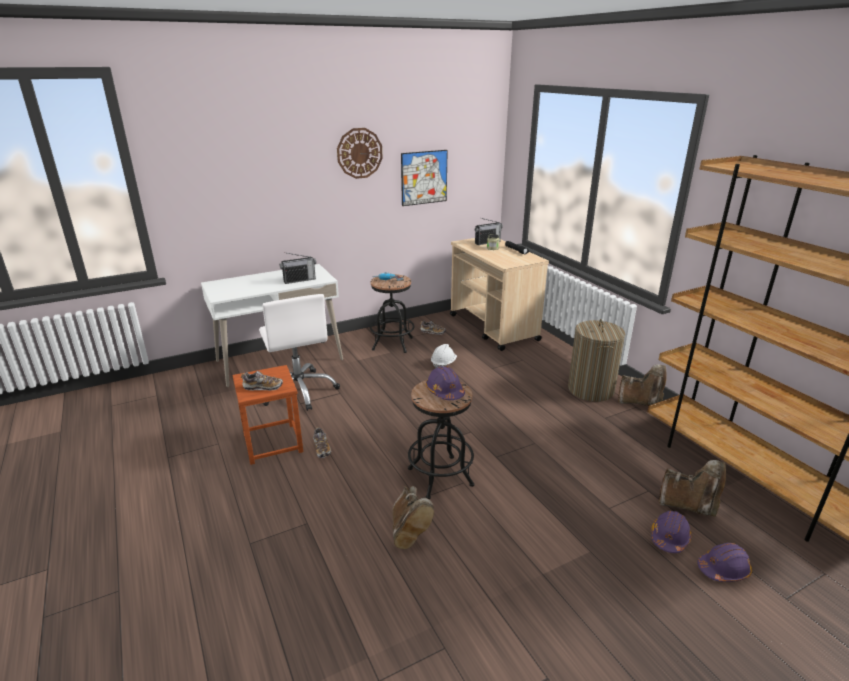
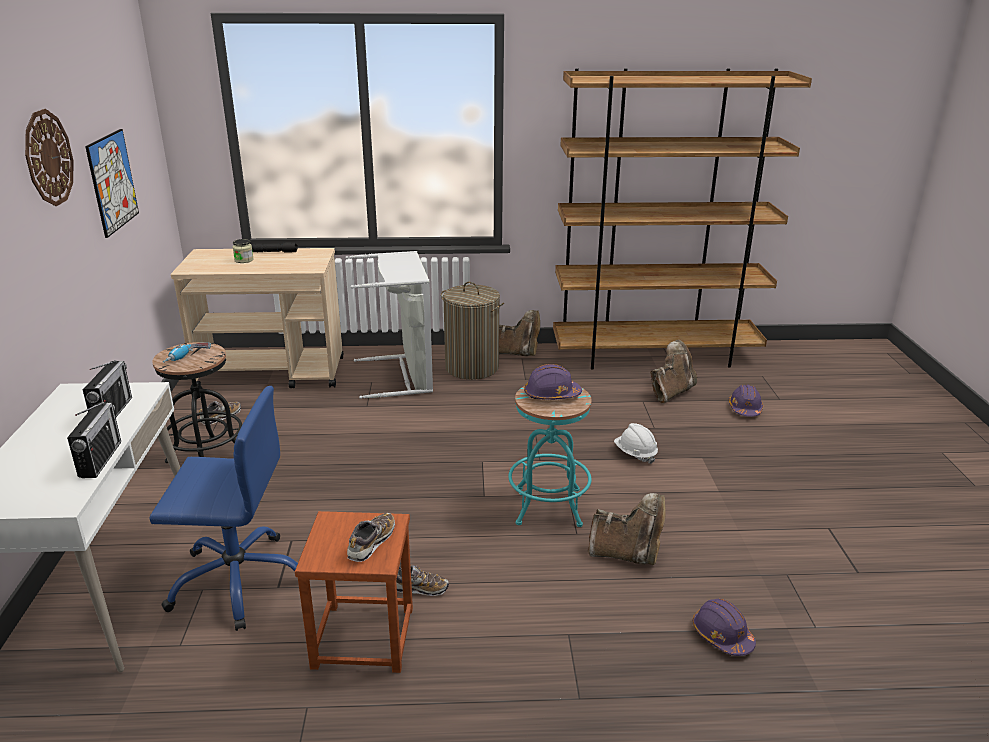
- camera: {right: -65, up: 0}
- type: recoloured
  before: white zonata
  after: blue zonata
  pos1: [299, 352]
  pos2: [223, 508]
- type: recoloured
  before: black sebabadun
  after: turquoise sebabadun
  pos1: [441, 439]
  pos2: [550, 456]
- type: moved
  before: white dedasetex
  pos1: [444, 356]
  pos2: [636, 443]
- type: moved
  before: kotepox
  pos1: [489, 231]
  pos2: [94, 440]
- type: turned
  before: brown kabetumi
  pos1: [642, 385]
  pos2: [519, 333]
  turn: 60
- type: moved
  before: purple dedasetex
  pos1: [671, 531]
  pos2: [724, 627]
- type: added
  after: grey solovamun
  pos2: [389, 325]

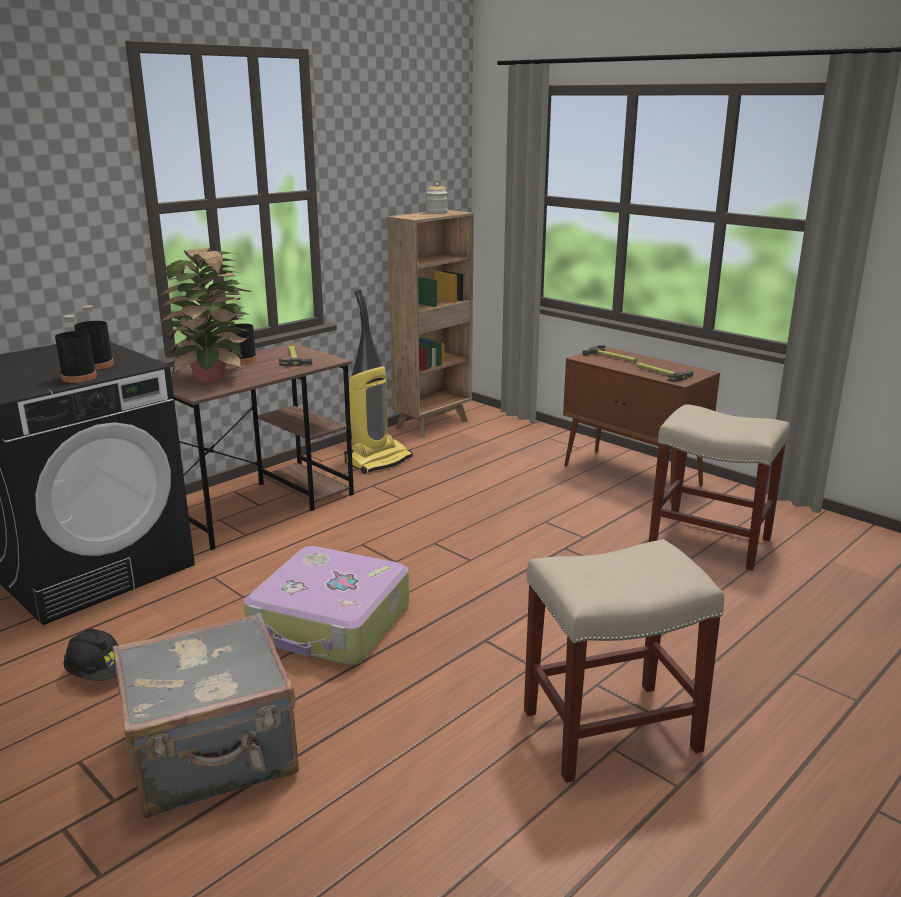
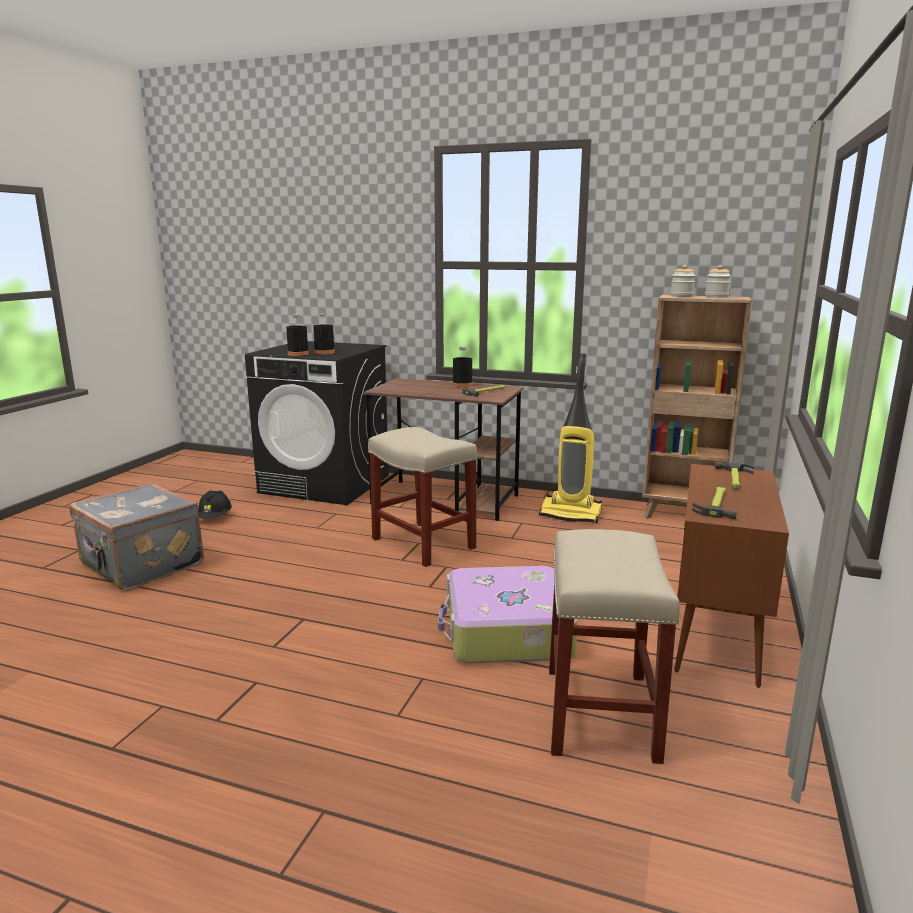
- camera: {right: 65, up: -5}
- type: removed
  before: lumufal
  pos1: [204, 315]
- type: moved
  before: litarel
  pos1: [326, 605]
  pos2: [508, 614]
- type: moved
  before: beige sebabadun
  pos1: [624, 661]
  pos2: [422, 497]
- type: added
  after: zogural
  pos2: [683, 281]

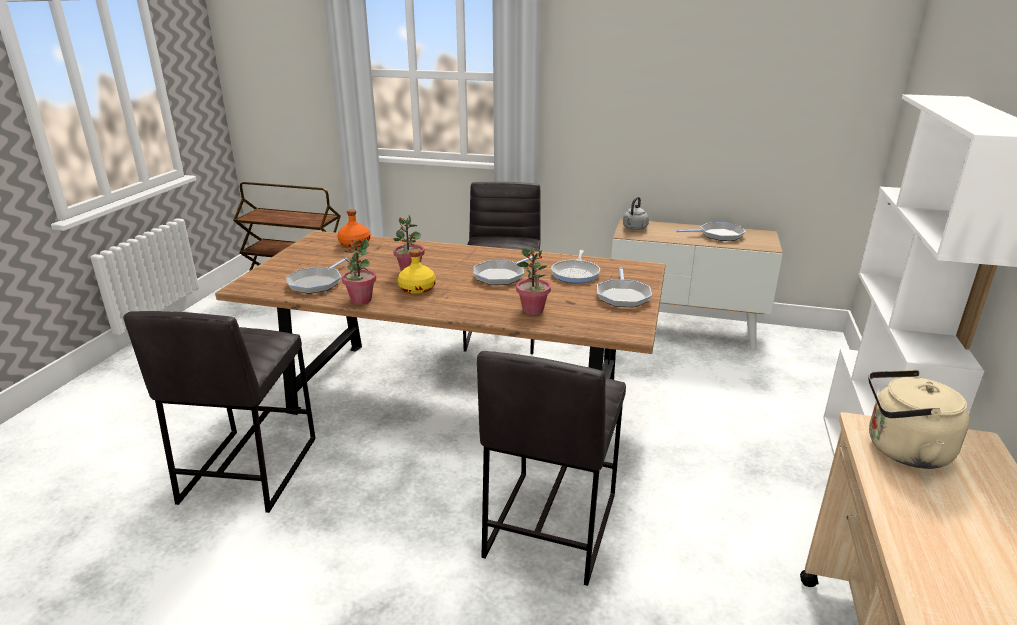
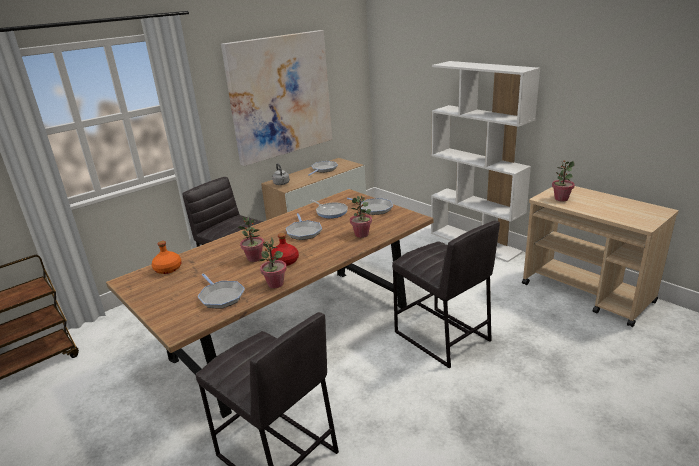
- camera: {right: -55, up: 0}
- type: recoloured
  before: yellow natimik
  after: red natimik
  pos1: [417, 271]
  pos2: [284, 249]
- type: replaced
  before: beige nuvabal
  after: lumufal
  pos1: [919, 419]
  pos2: [563, 181]
- type: added
  after: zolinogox
  pos2: [276, 98]

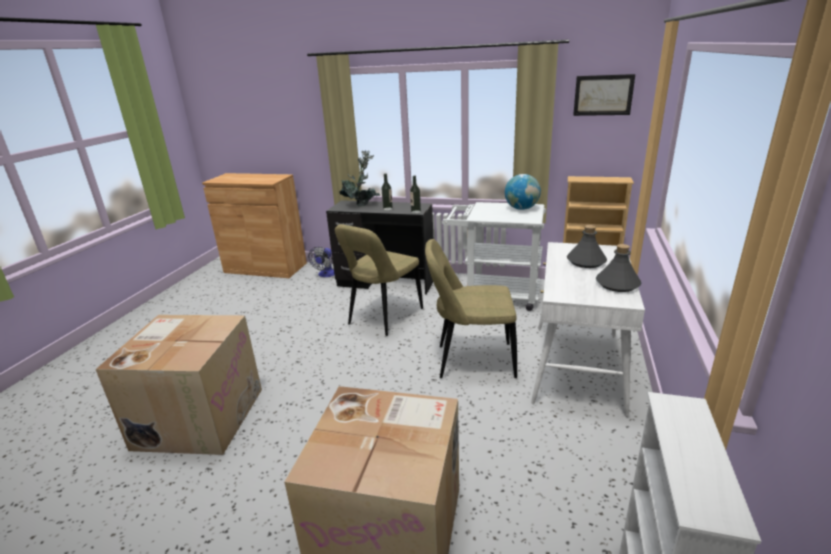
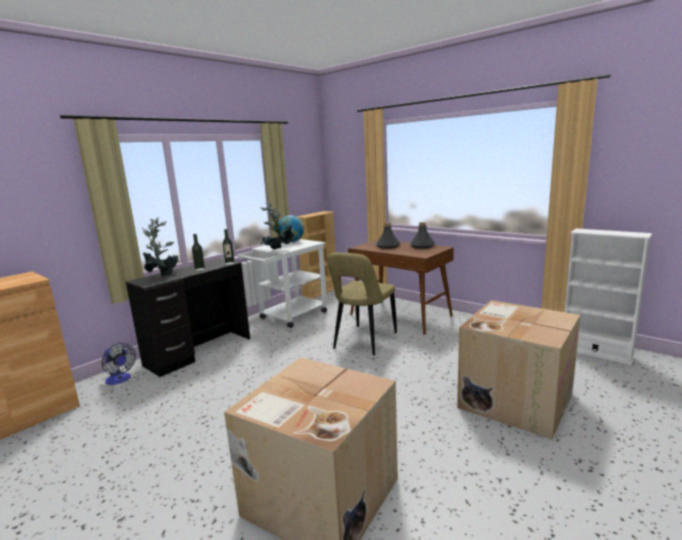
- camera: {right: -65, up: -10}
- type: removed
  before: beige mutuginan
  pos1: [379, 280]
- type: recoloured
  before: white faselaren
  after: brown faselaren
  pos1: [588, 329]
  pos2: [401, 287]
- type: removed
  before: zolinogox
  pos1: [604, 95]
- type: added
  after: lumufal
  pos2: [277, 225]

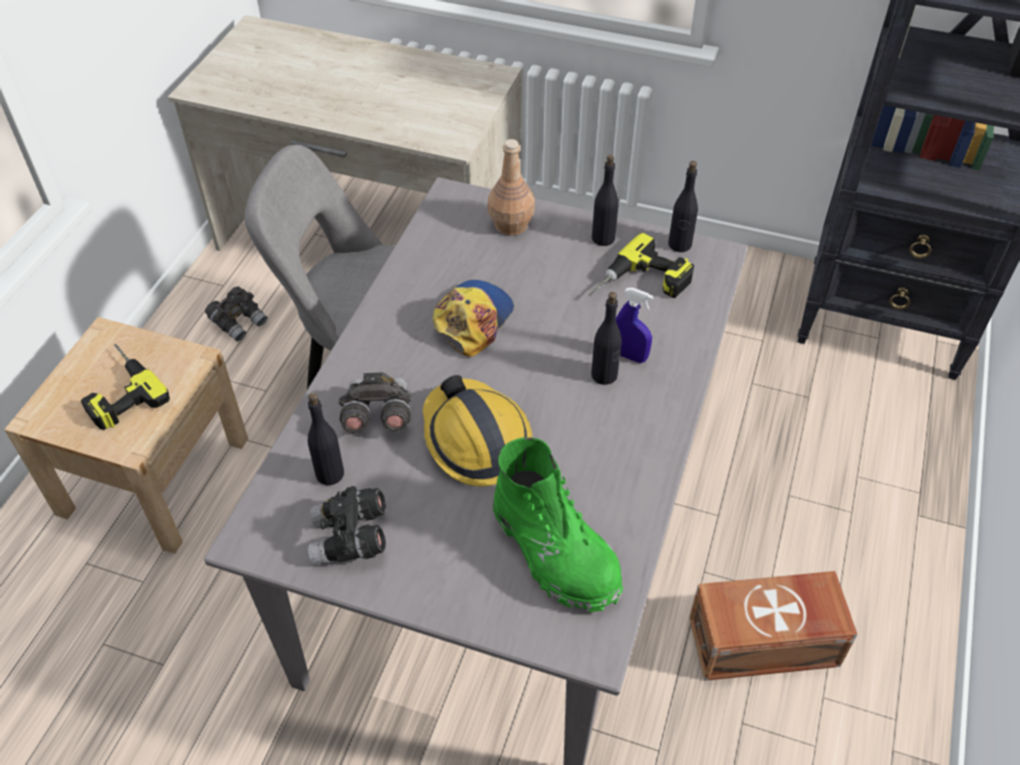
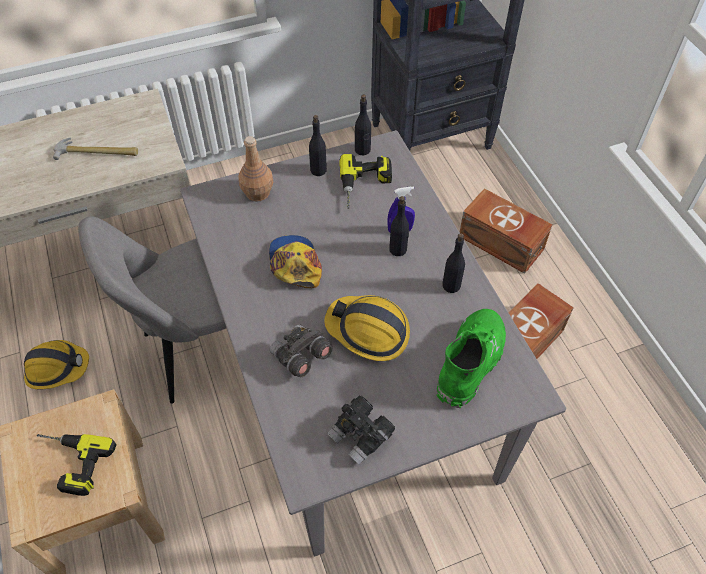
- camera: {right: -40, up: 5}
- type: replaced
  before: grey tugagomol
  after: dedasetex
  pos1: [236, 313]
  pos2: [56, 365]
- type: moved
  before: black natimik
  pos1: [326, 439]
  pos2: [453, 263]
- type: turned
  before: green kabetumi
  pos1: [558, 525]
  pos2: [471, 358]
  turn: -75
- type: added
  after: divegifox
  pos2: [95, 148]
- type: added
  after: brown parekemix
  pos2: [506, 231]

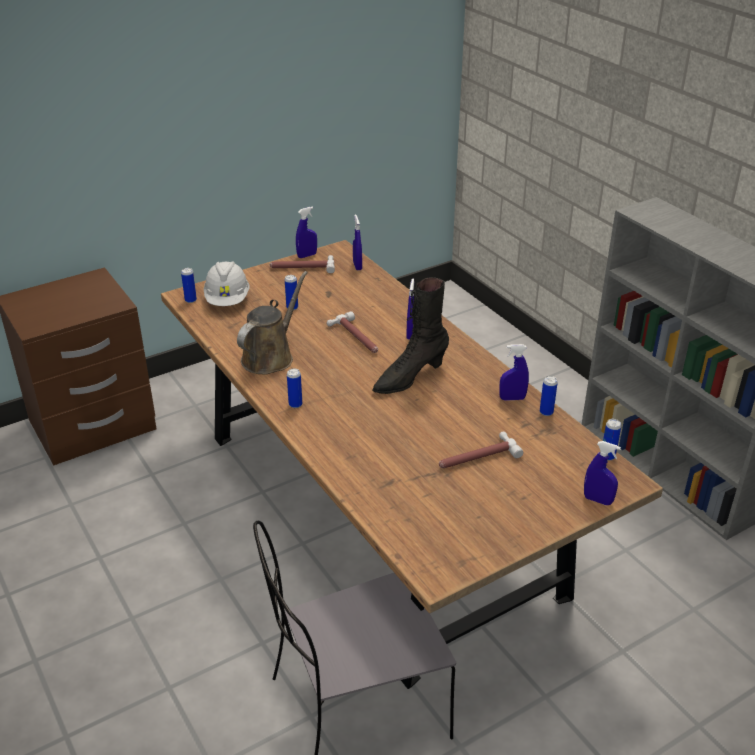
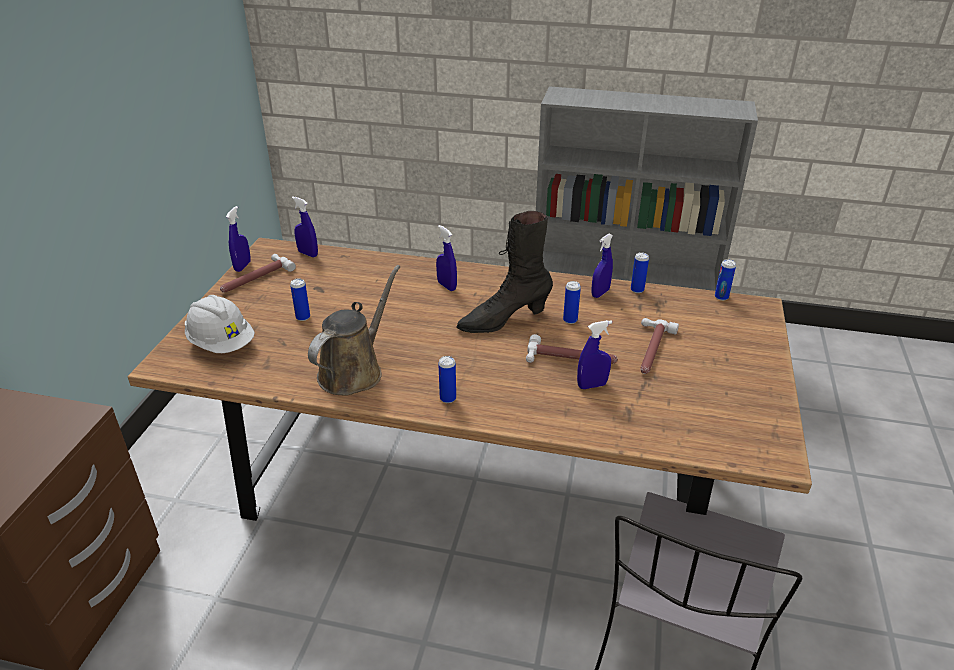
- camera: {right: -45, up: 0}
- type: moved
  before: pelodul
  pos1: [189, 285]
  pos2: [572, 302]
- type: turned
  before: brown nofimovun
  pos1: [272, 323]
  pos2: [354, 330]
  turn: 45
- type: moved
  before: divegifox
  pos1: [352, 332]
  pos2: [572, 349]
- type: turned
  before: black kabetumi
  pos1: [410, 335]
  pos2: [504, 272]
  turn: 60
- type: moved
  before: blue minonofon
  pos1: [602, 473]
  pos2: [594, 354]

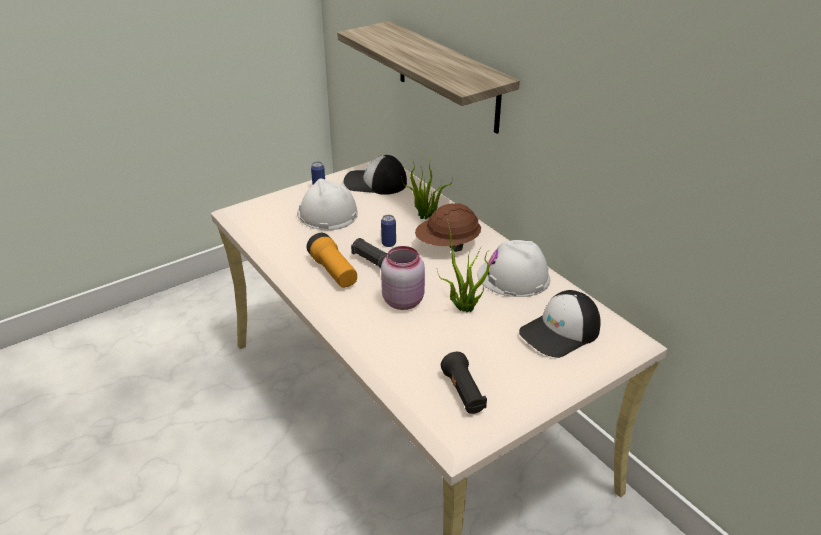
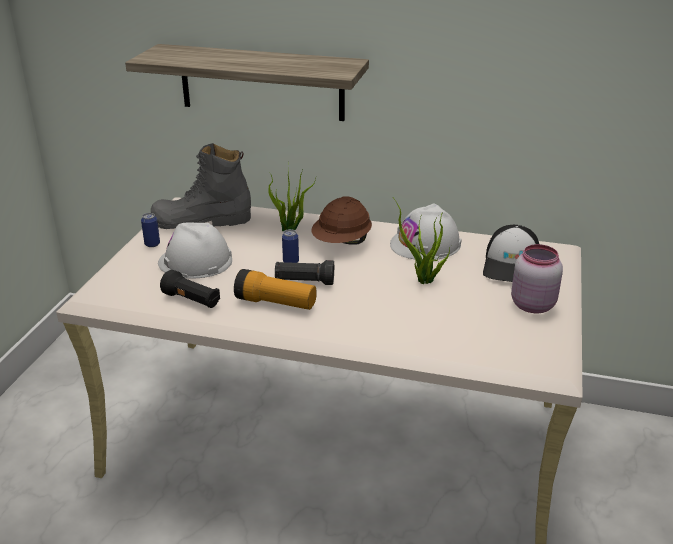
- camera: {right: -40, up: -5}
- type: replaced
  before: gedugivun
  after: grey kabetumi
  pos1: [375, 175]
  pos2: [201, 186]
- type: moved
  before: pink zogural
  pos1: [403, 278]
  pos2: [537, 278]
- type: moved
  before: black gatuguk
  pos1: [464, 383]
  pos2: [190, 289]

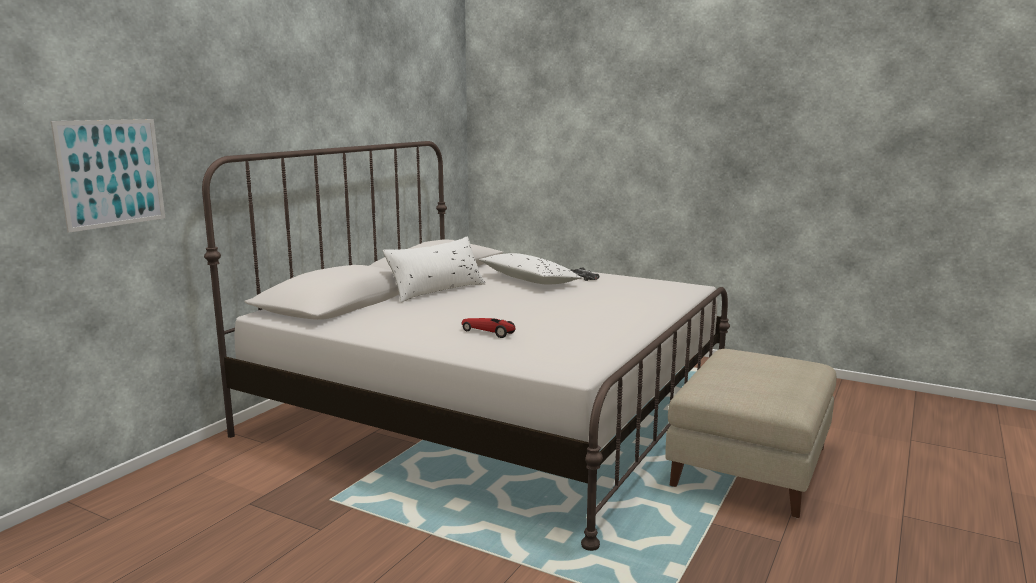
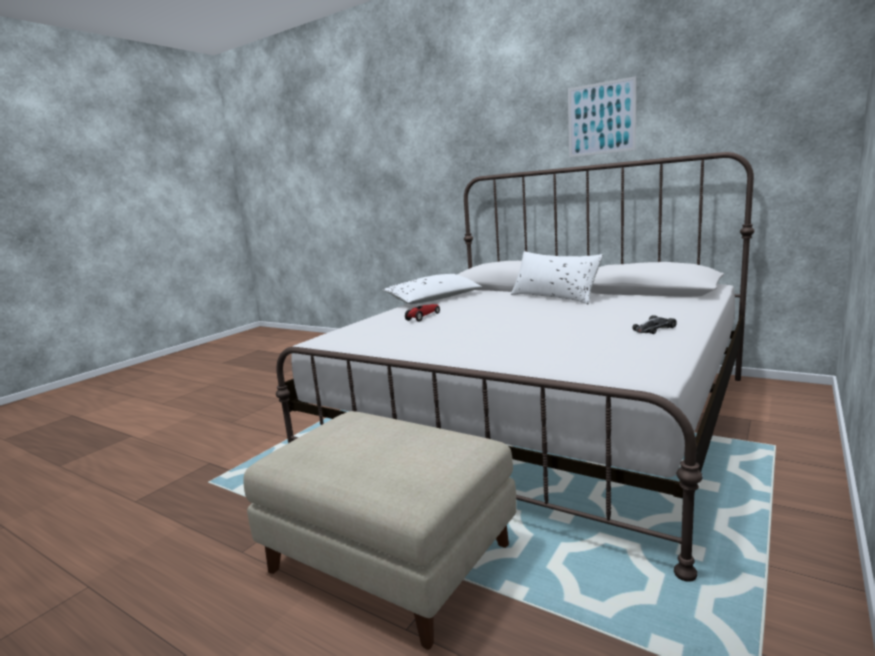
- camera: {right: 95, up: 0}
- type: moved
  before: zolinogox
  pos1: [108, 176]
  pos2: [602, 116]
- type: moved
  before: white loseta
  pos1: [530, 269]
  pos2: [432, 289]

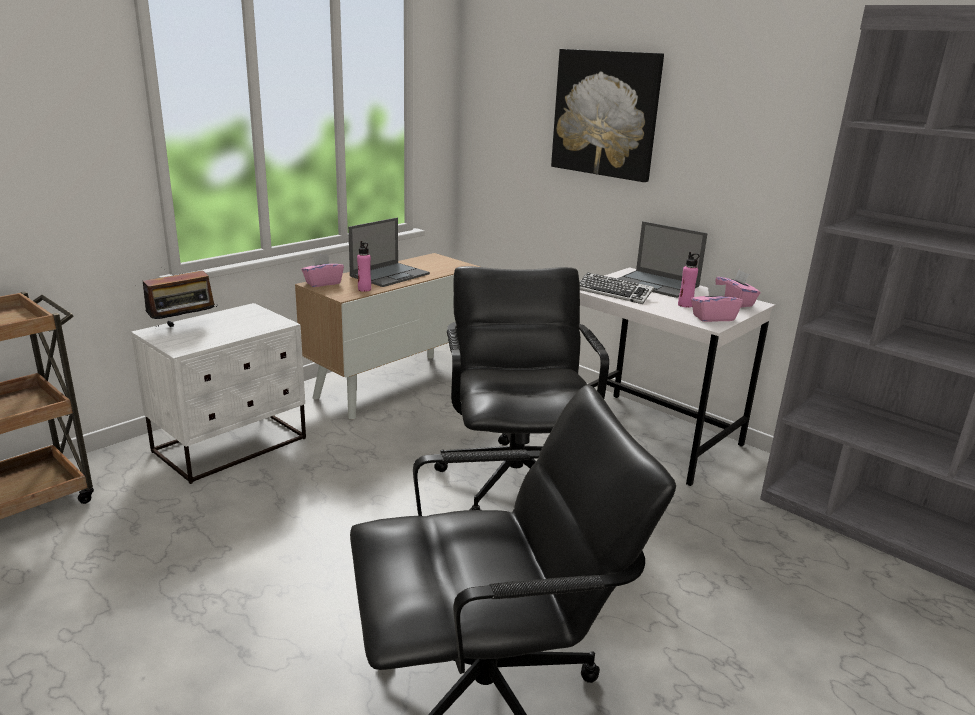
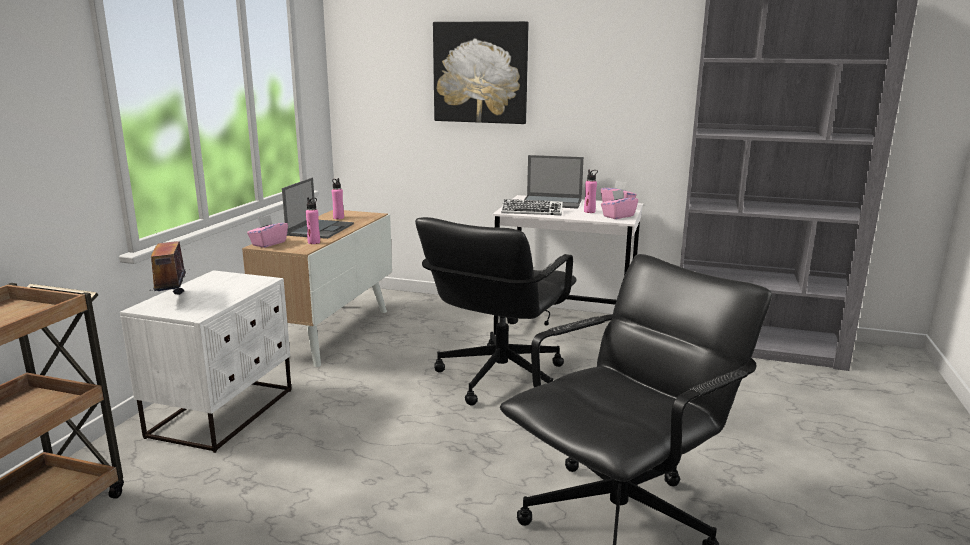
- camera: {right: -25, up: -5}
- type: turned
  before: kotepox
  pos1: [181, 295]
  pos2: [170, 262]
  turn: 135
- type: turned
  before: black zonata
  pos1: [521, 388]
  pos2: [496, 311]
  turn: -120
- type: added
  after: pink natimik
  pos2: [338, 198]

